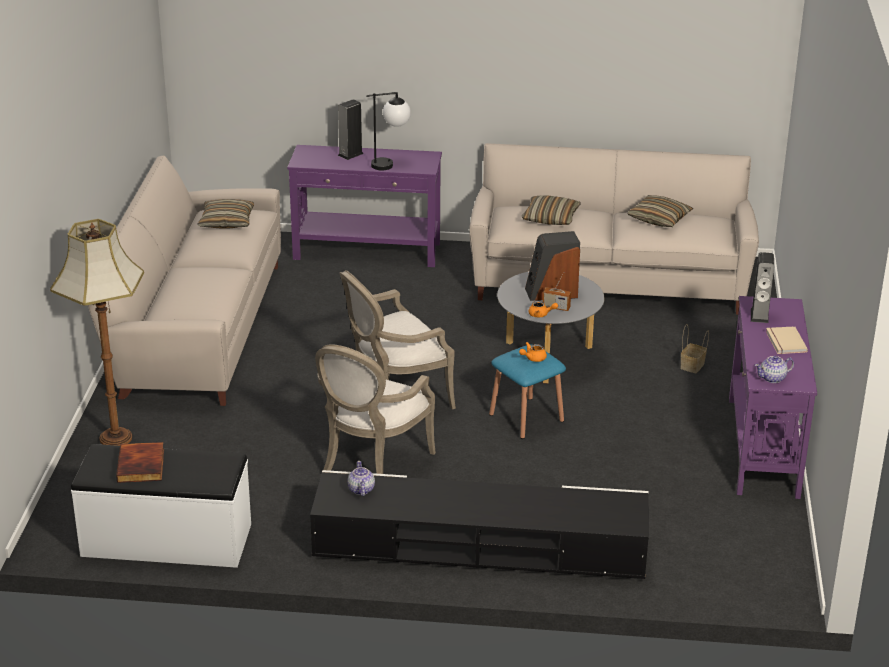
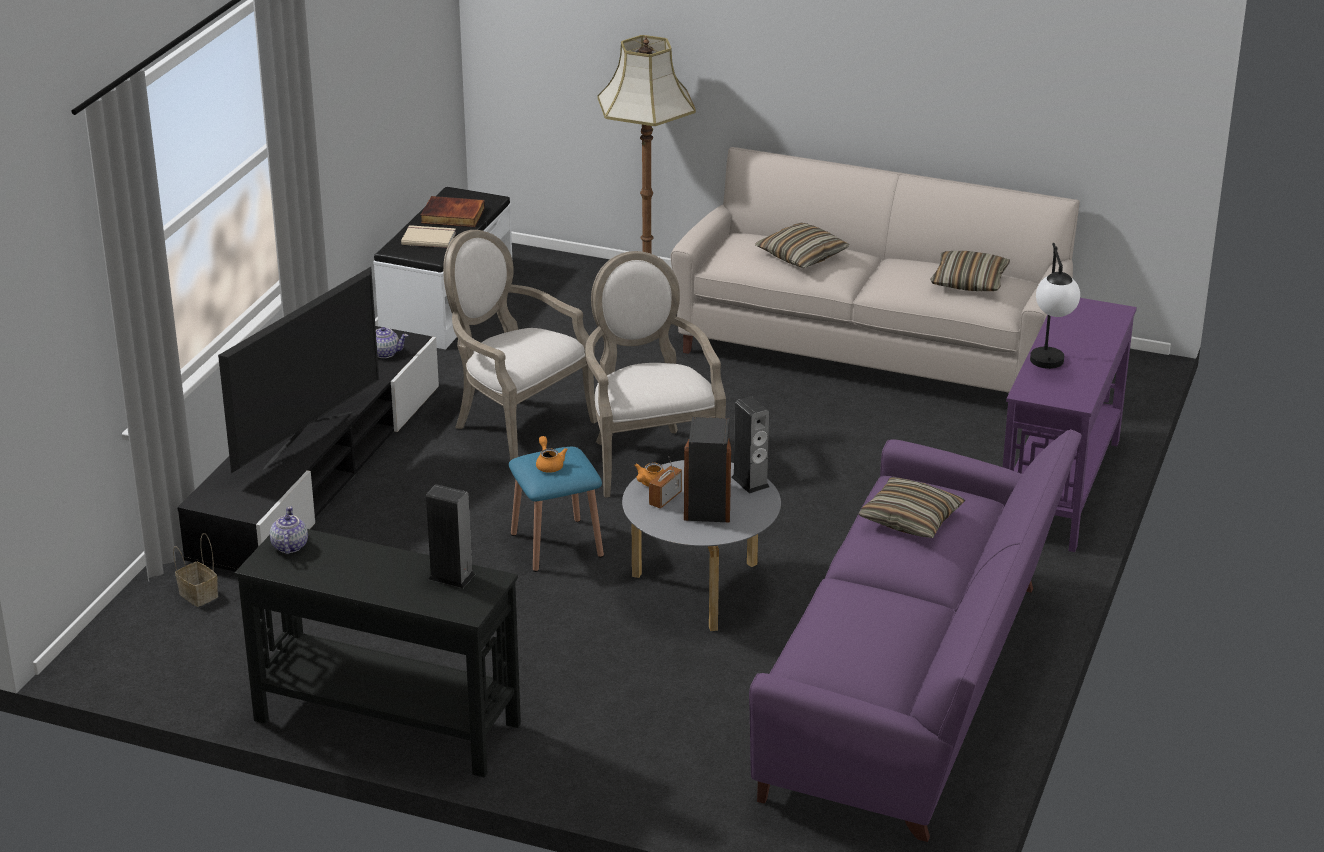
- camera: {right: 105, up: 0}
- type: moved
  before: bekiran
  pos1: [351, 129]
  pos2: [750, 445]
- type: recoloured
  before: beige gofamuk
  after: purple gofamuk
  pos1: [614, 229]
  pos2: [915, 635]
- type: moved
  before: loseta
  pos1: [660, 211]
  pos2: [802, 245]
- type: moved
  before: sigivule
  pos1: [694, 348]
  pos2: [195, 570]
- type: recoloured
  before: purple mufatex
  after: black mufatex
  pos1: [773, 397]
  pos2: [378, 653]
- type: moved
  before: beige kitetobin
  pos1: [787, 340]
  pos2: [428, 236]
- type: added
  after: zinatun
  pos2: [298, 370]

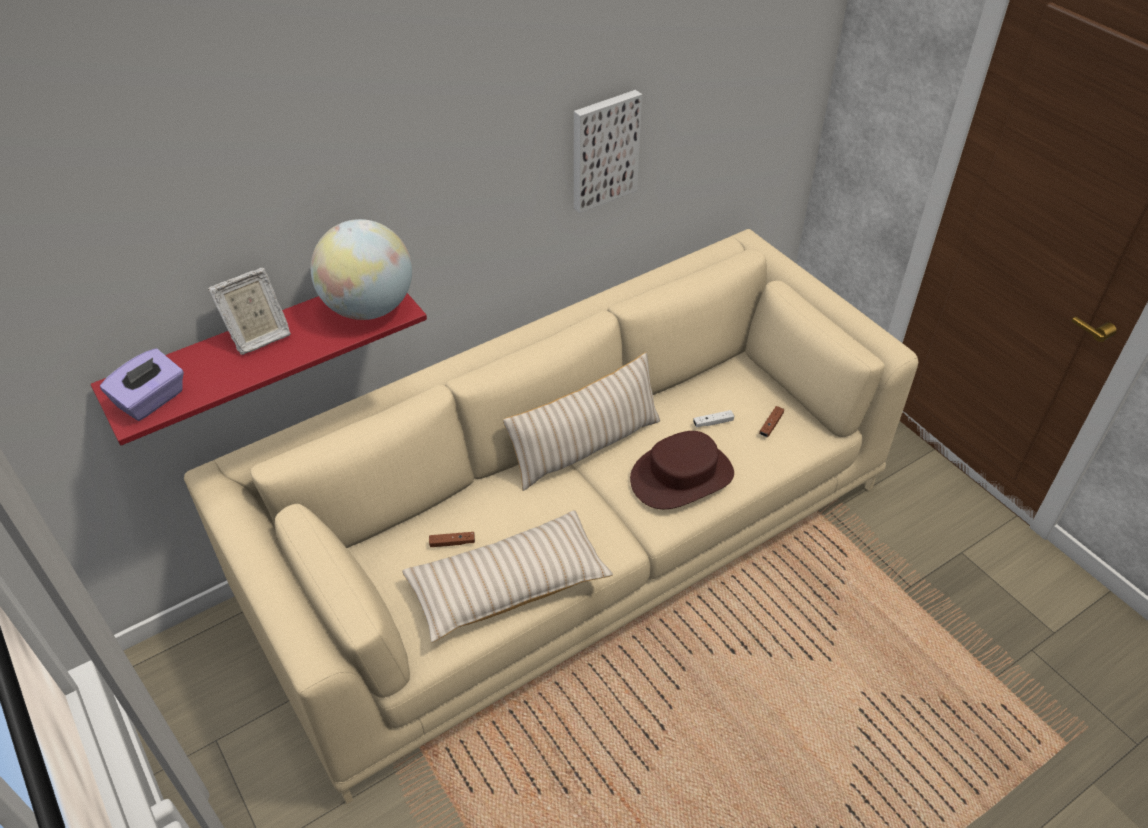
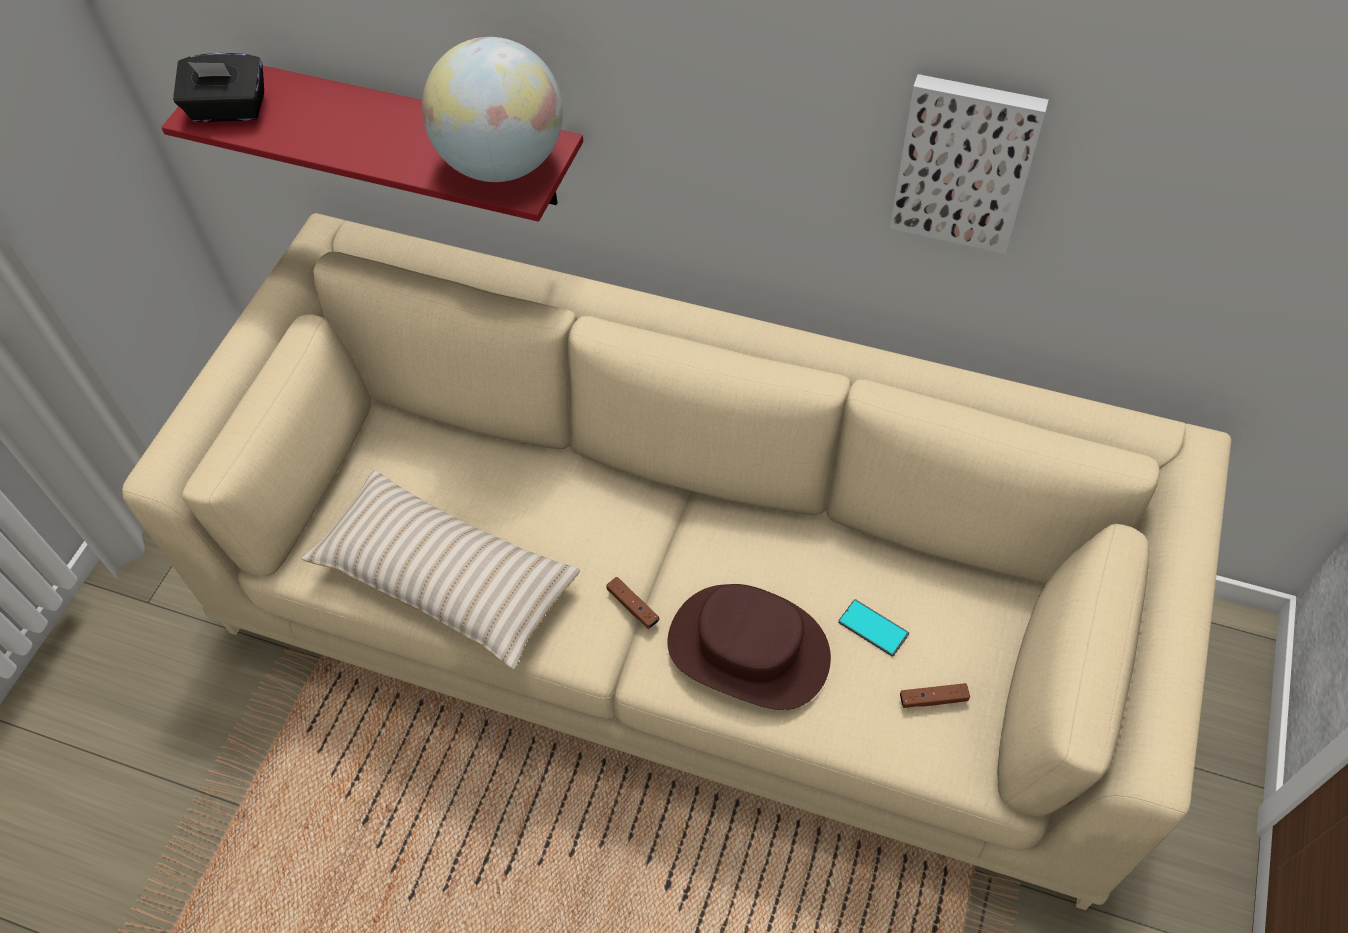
- camera: {right: 55, up: 10}
- type: recoloured
  before: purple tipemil
  after: black tipemil
  pos1: [142, 384]
  pos2: [218, 87]
- type: removed
  before: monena
  pos1: [249, 311]
- type: moved
  before: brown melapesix
  pos1: [452, 539]
  pos2: [632, 603]
- type: removed
  before: beige loseta
  pos1: [581, 421]
- type: replaced
  before: white melapesix
  after: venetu
  pos1: [713, 418]
  pos2: [873, 628]

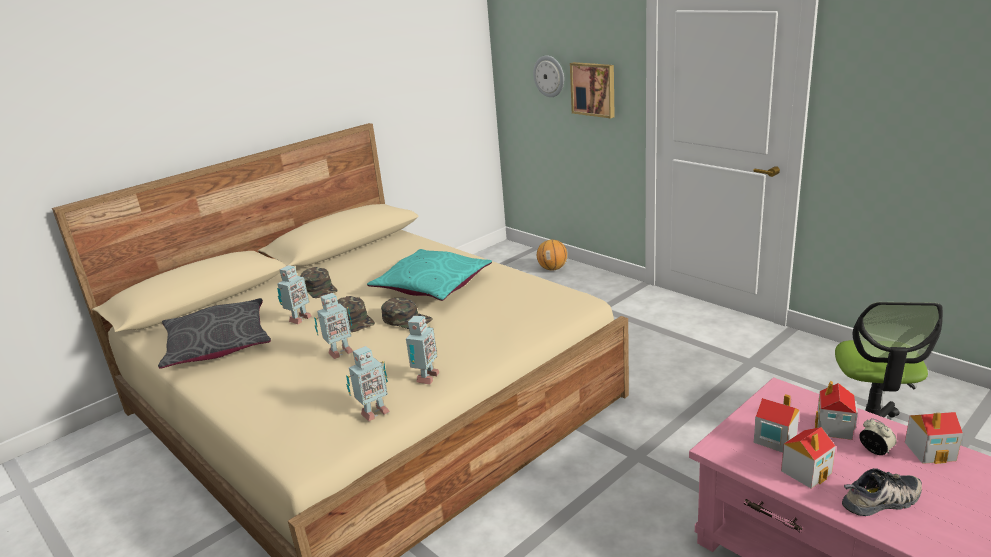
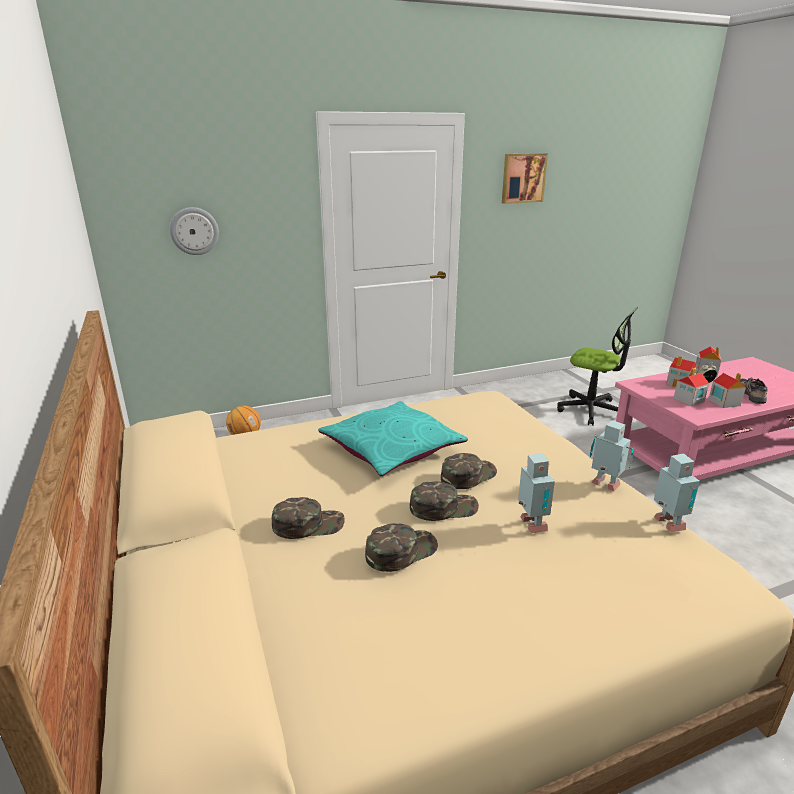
- camera: {right: -70, up: 0}
- type: removed
  before: grey loseta
  pos1: [214, 333]
- type: replaced
  before: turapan
  after: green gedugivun
  pos1: [294, 294]
  pos2: [401, 547]
- type: moved
  before: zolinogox
  pos1: [592, 90]
  pos2: [525, 178]

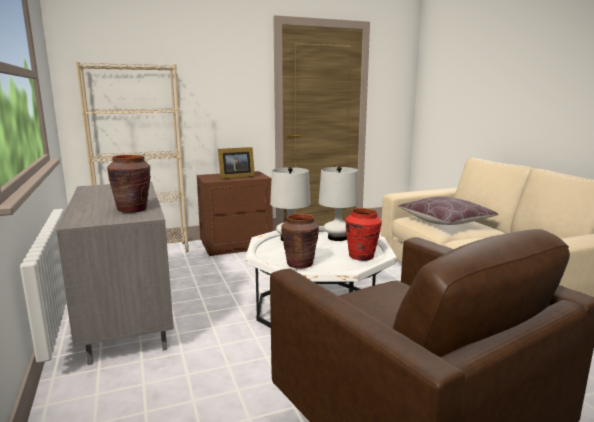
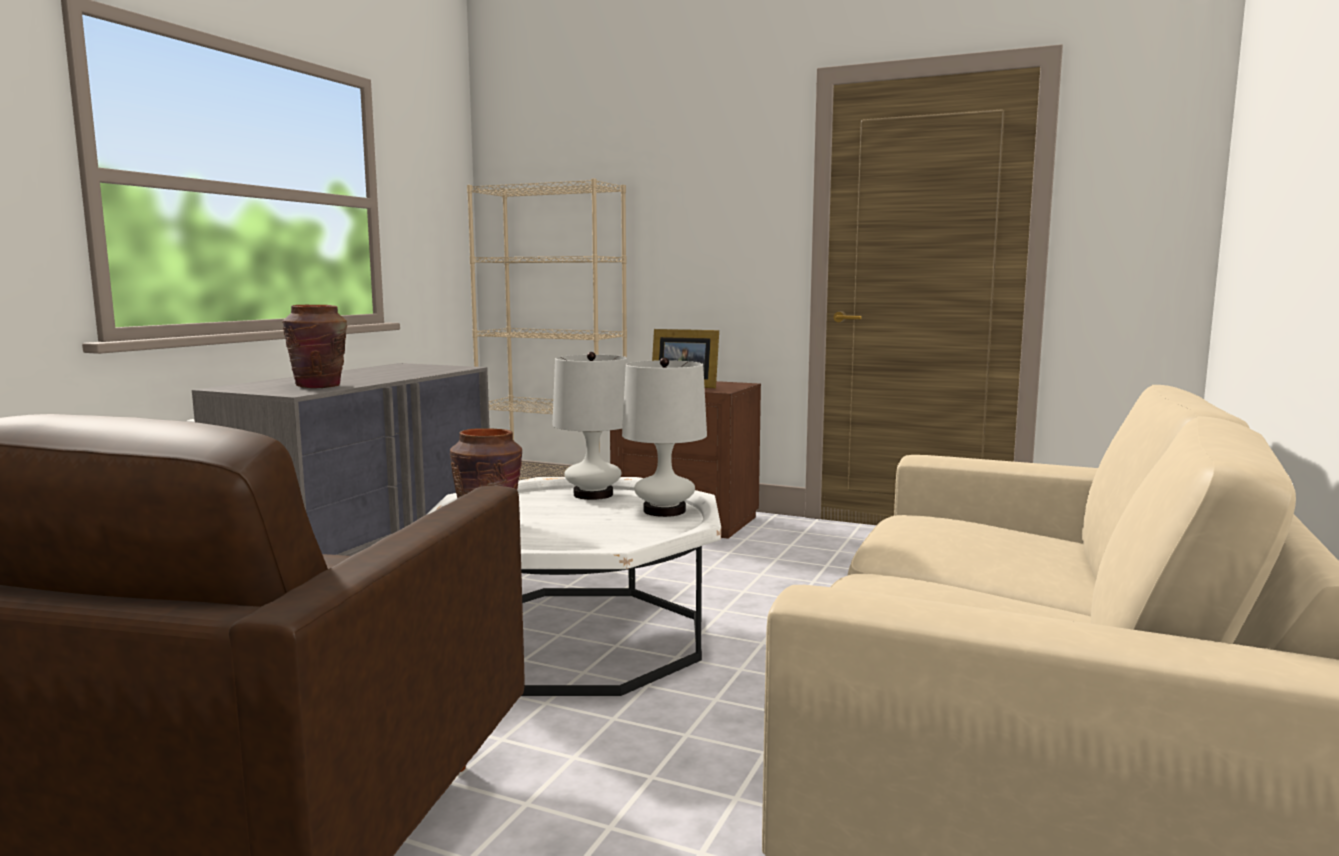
- camera: {right: 45, up: -5}
- type: removed
  before: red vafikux
  pos1: [364, 234]
- type: removed
  before: brown loseta
  pos1: [448, 210]

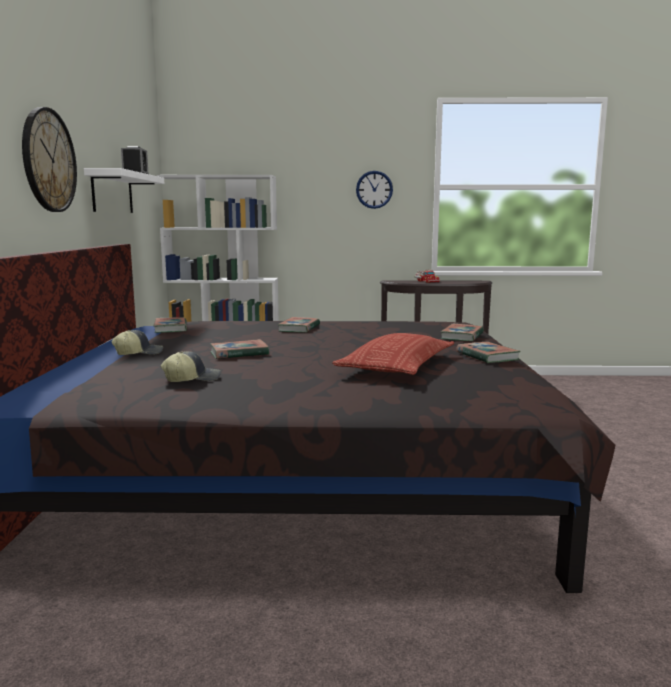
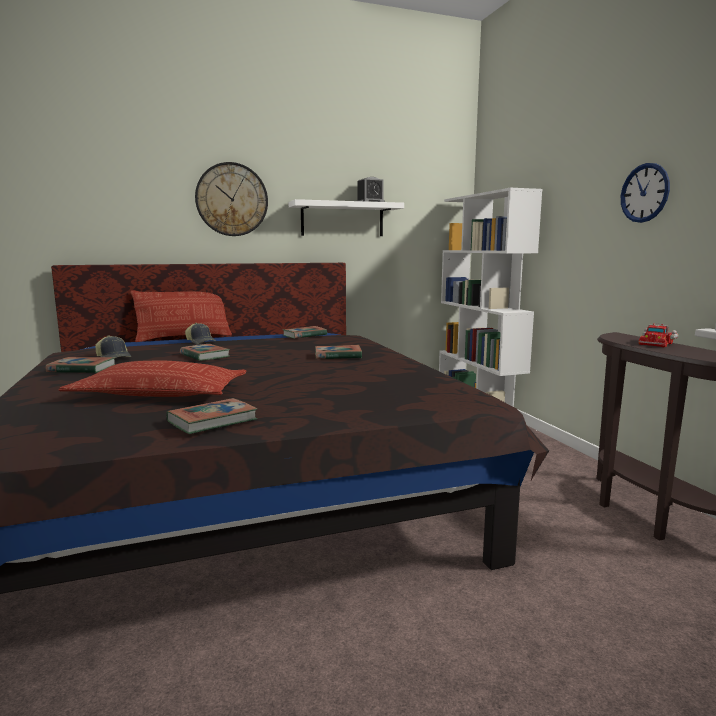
- camera: {right: 70, up: 0}
- type: moved
  before: kitetobin
  pos1: [462, 332]
  pos2: [81, 365]
- type: added
  after: loseta
  pos2: [181, 316]

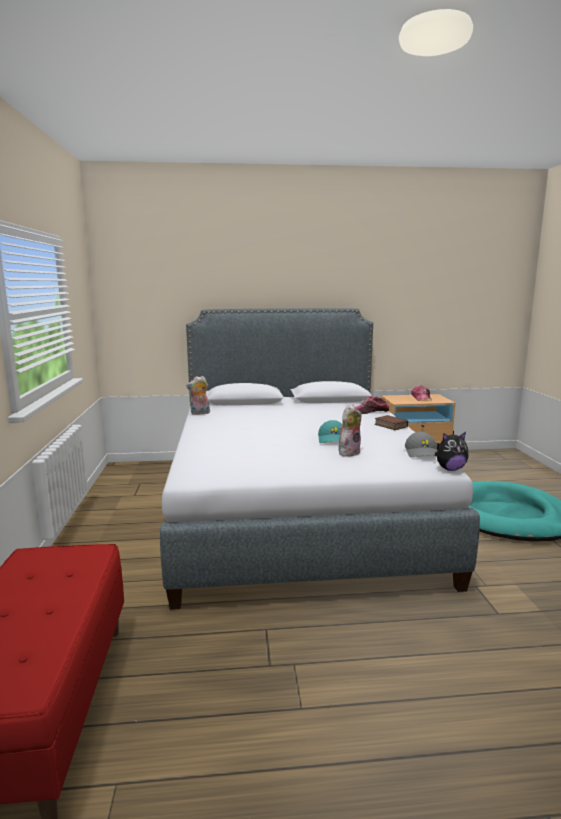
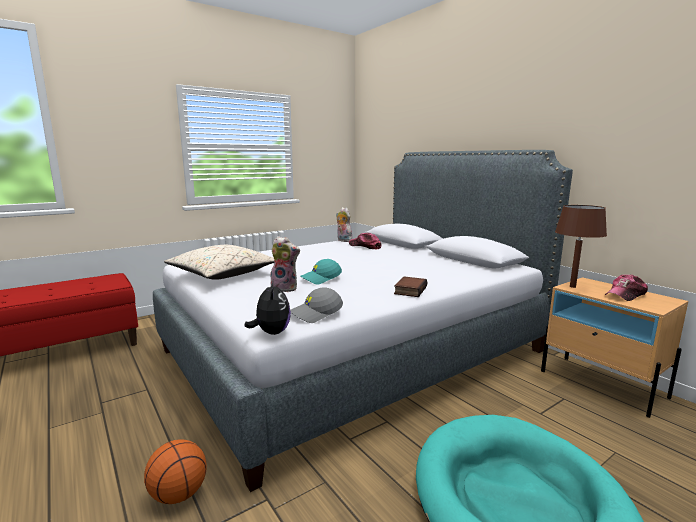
- camera: {right: 60, up: 0}
- type: moved
  before: gedugivun
  pos1: [372, 405]
  pos2: [365, 241]
- type: turned
  before: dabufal
  pos1: [452, 451]
  pos2: [268, 307]
  turn: -150
- type: added
  after: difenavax
  pos2: [175, 471]
- type: added
  after: beige loseta
  pos2: [219, 262]
- type: added
  after: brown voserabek
  pos2: [581, 246]

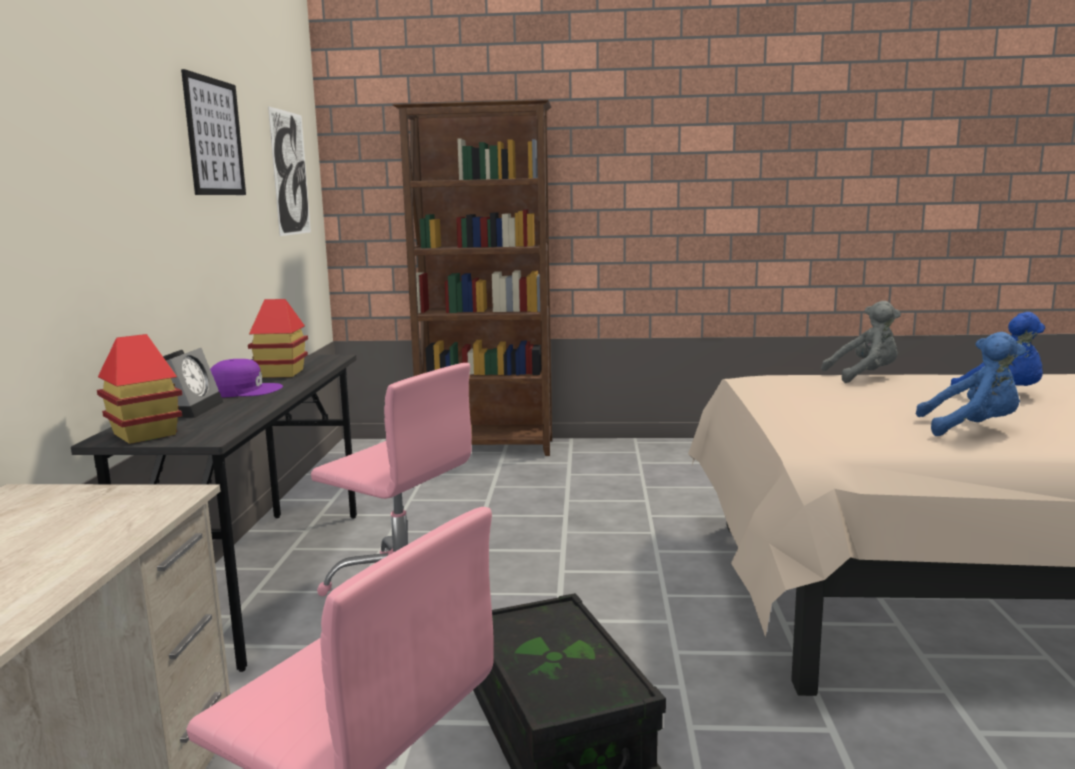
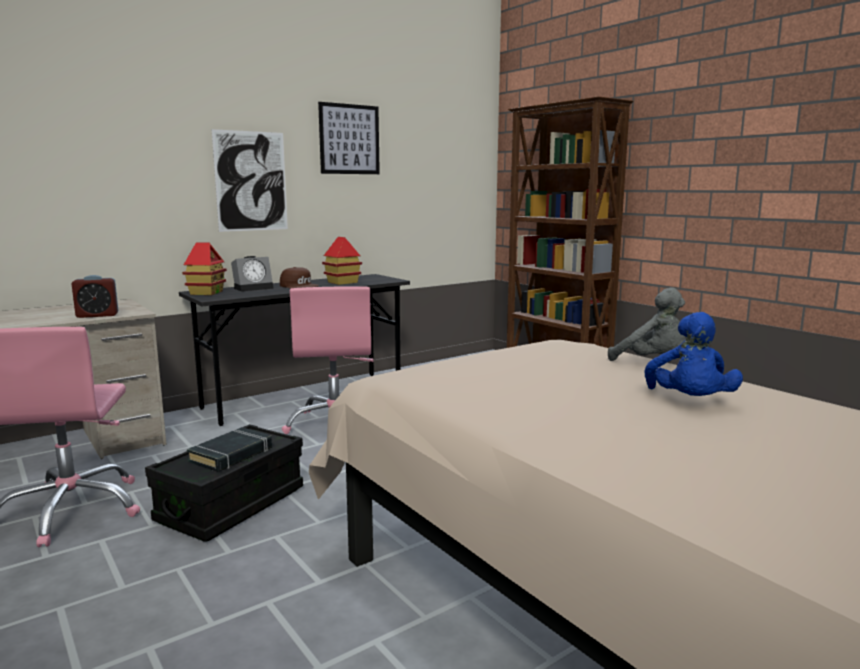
- camera: {right: 50, up: 0}
- type: recoloured
  before: purple gedugivun
  after: brown gedugivun
  pos1: [246, 378]
  pos2: [299, 277]
- type: moved
  before: zolinogox
  pos1: [289, 171]
  pos2: [250, 180]
- type: removed
  before: blue dabufal
  pos1: [971, 384]
- type: added
  after: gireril
  pos2: [95, 296]
- type: added
  after: black kitetobin
  pos2: [229, 449]

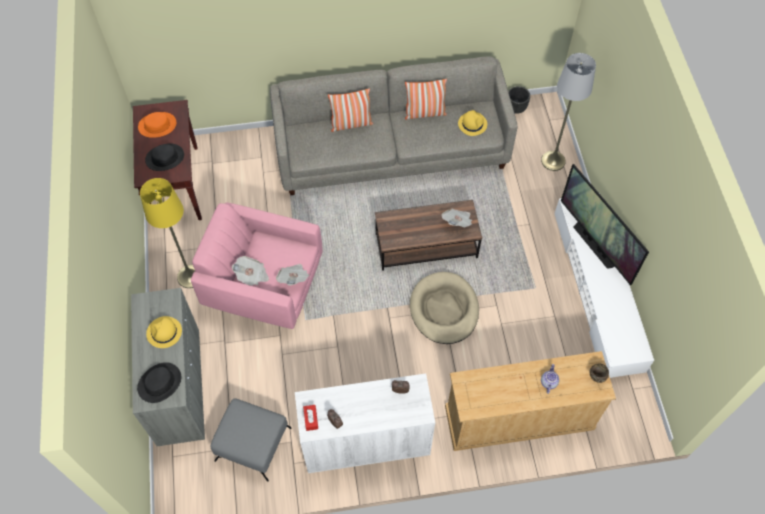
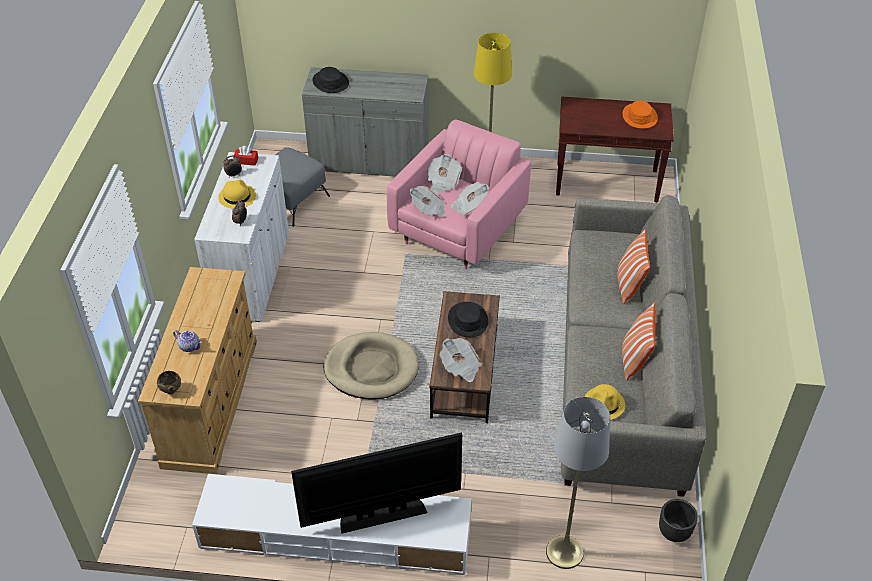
- camera: {right: 105, up: -15}
- type: moved
  before: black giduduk
  pos1: [164, 157]
  pos2: [468, 319]
- type: moved
  before: yellow giduduk
  pos1: [164, 332]
  pos2: [237, 194]
- type: added
  after: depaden
  pos2: [469, 199]

